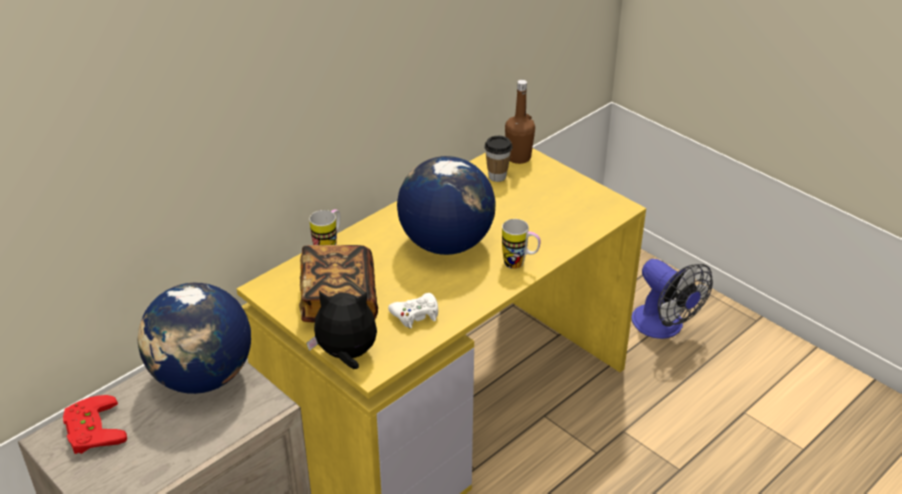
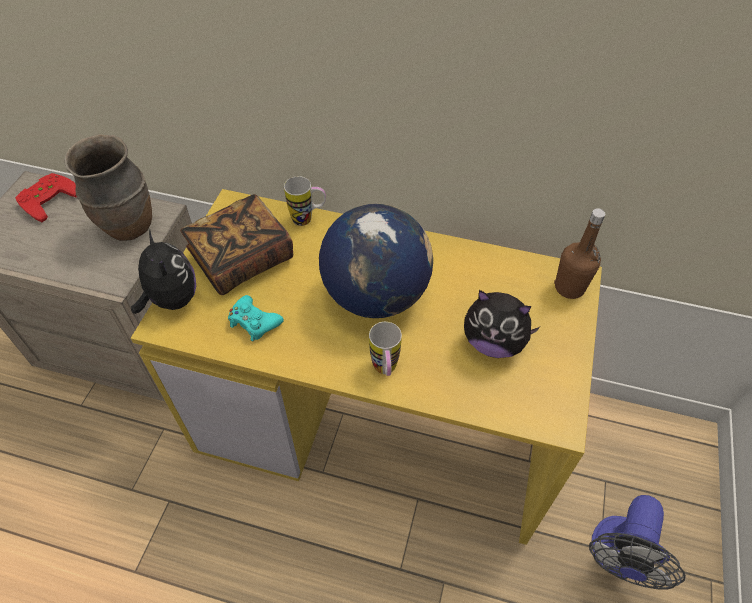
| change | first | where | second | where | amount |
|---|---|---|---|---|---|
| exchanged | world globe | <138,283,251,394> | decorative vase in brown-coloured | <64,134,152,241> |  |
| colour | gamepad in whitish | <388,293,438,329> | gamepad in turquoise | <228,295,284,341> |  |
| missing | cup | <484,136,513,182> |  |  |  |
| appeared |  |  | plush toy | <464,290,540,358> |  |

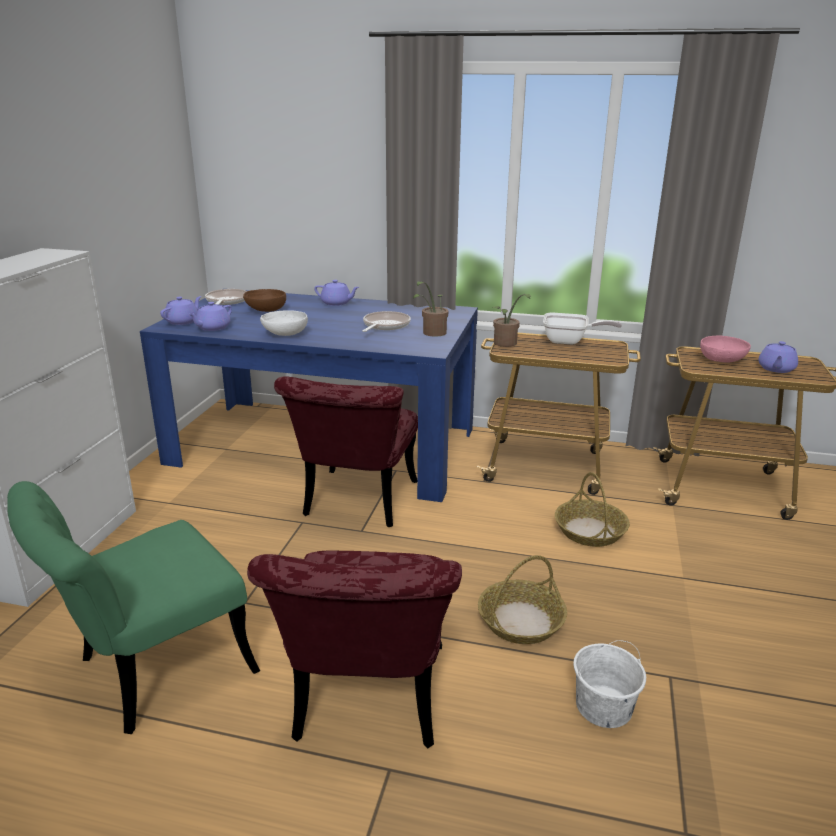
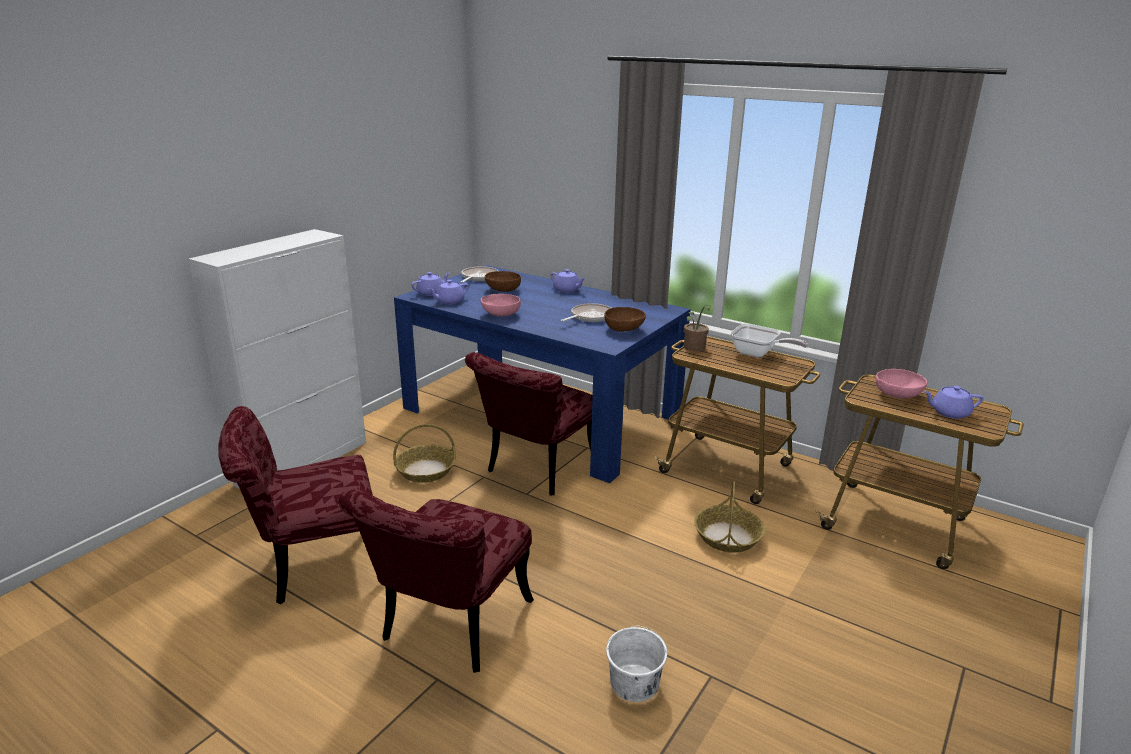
| change | first | where | second | where | amount |
|---|---|---|---|---|---|
| colour | chair in greenish | <7,481,260,734> | chair in red-coloured | <218,406,382,604> |  |
| colour | bowl in whitish | <260,310,308,336> | bowl in pink-coloured | <481,294,521,317> |  |
| exchanged | houseplant | <413,281,448,337> | bowl in brown-coloured | <604,307,646,332> |  |
| relocated | household basket | <478,555,567,644> |  | <393,424,456,483> |  |
| spun | tea pot in purple-coloured | <758,341,798,373> |  | <923,386,984,419> | 45 degrees clockwise |

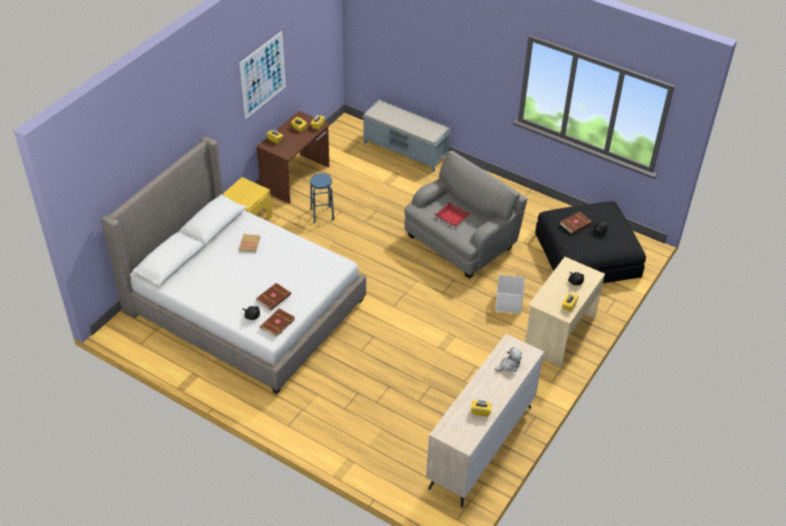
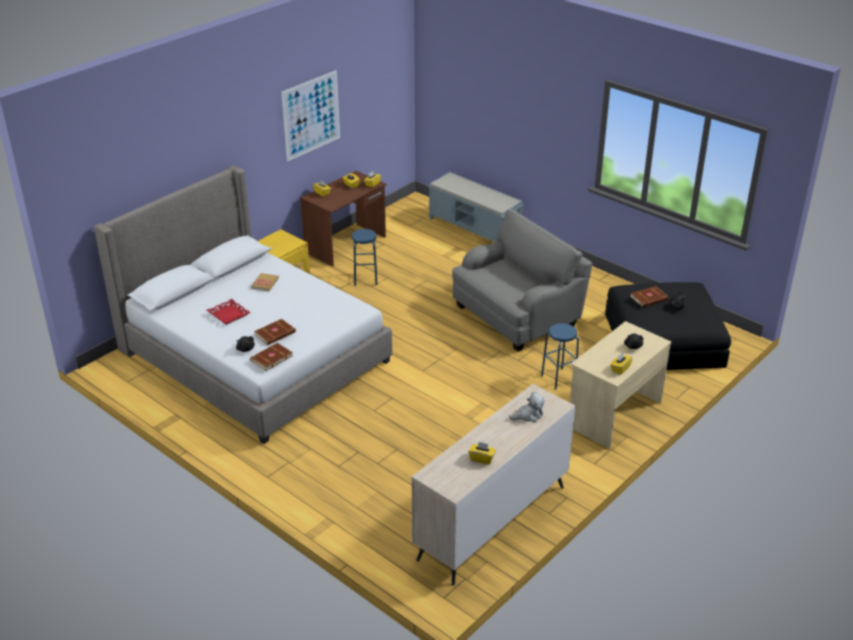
| change | first | where | second | where | amount |
|---|---|---|---|---|---|
| relocated | serving tray in red-coloured | <435,203,470,226> |  | <207,299,250,325> |  |
| exchanged | storage box in whitish | <495,275,525,314> | sitting stool in bluish | <541,323,579,390> |  |

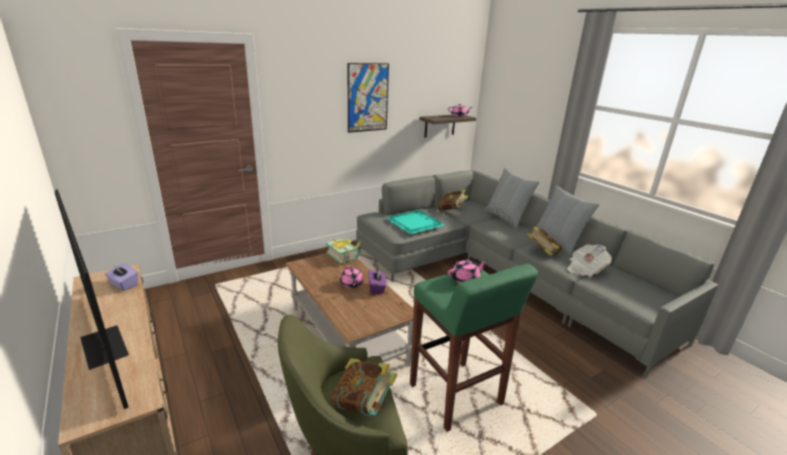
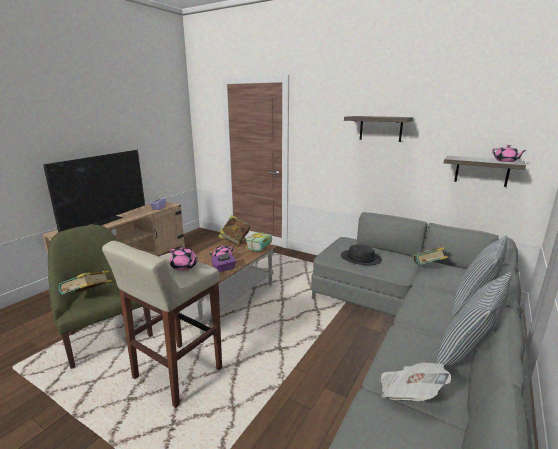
| change | first | where | second | where | amount |
|---|---|---|---|---|---|
| exchanged | wall picture | <348,63,389,133> | bracket shelf | <344,116,413,142> |  |
| exchanged | serving tray in turquoise | <386,210,445,234> | clothing hat in black-coloured | <341,245,382,265> |  |
| colour | sitting stool in greenish | <410,264,538,432> | sitting stool in sand-coloured | <102,241,222,408> |  |
| relocated | book | <527,227,563,256> |  | <218,215,250,245> |  |

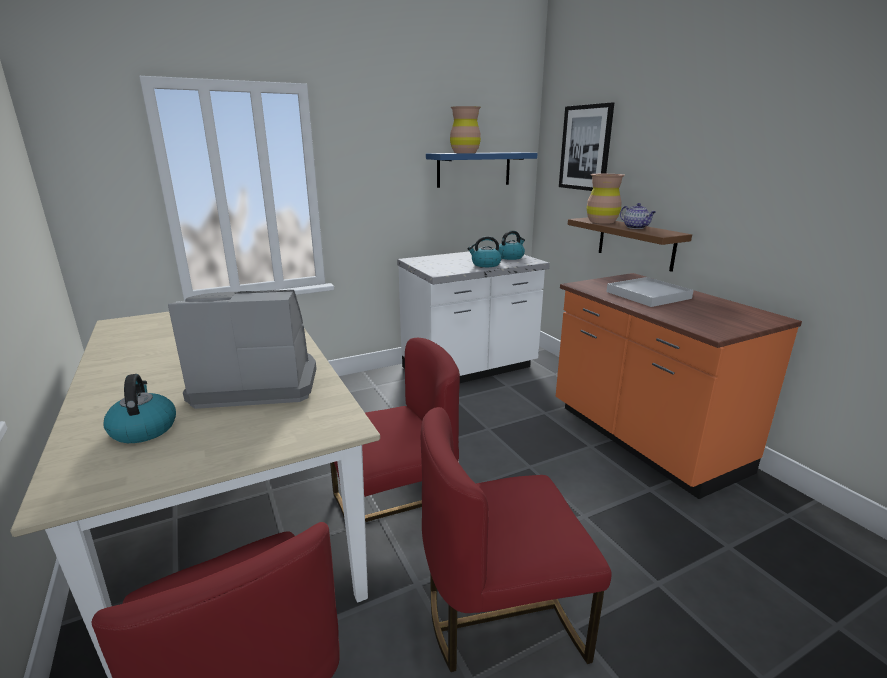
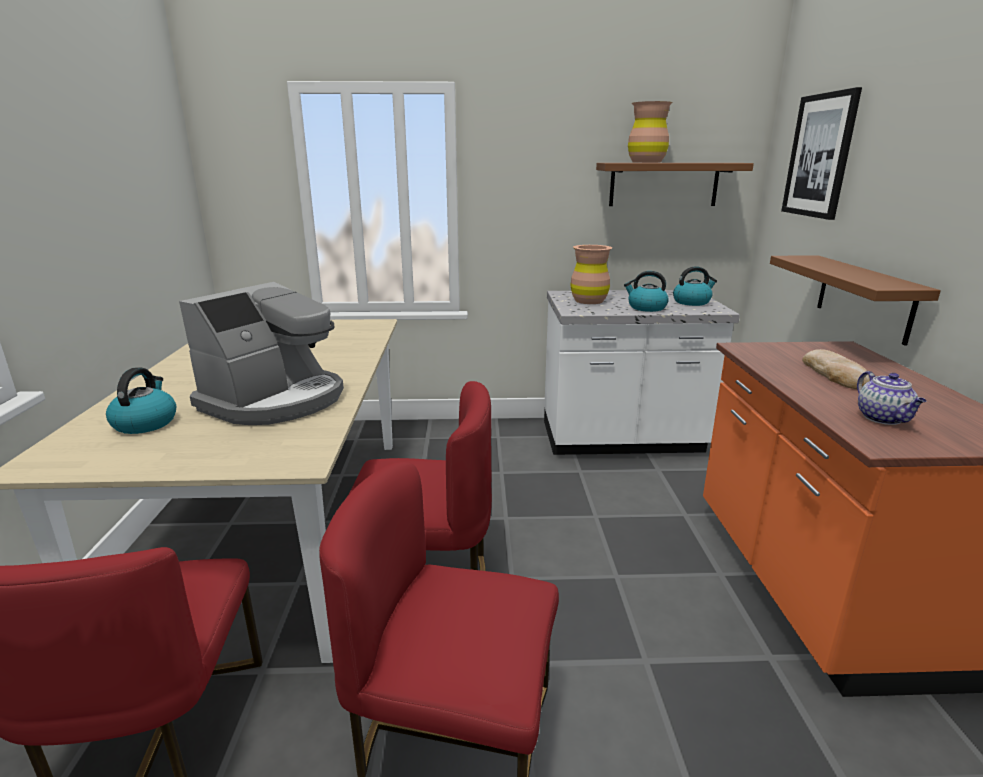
| change | first | where | second | where | amount |
|---|---|---|---|---|---|
| spun | coffee brewer | <168,290,317,409> |  | <179,282,344,425> | 105 degrees clockwise |
| colour | bracket shelf in bluish | <426,152,538,188> | bracket shelf in brown-coloured | <596,163,754,206> |  |
| relocated | decorative vase in brown-coloured | <587,174,624,224> |  | <570,245,612,304> |  |
| exchanged | serving tray in whitish | <606,277,694,307> | bread | <802,349,870,389> |  |
| relocated | tea pot | <620,203,656,229> |  | <857,371,926,425> |  |

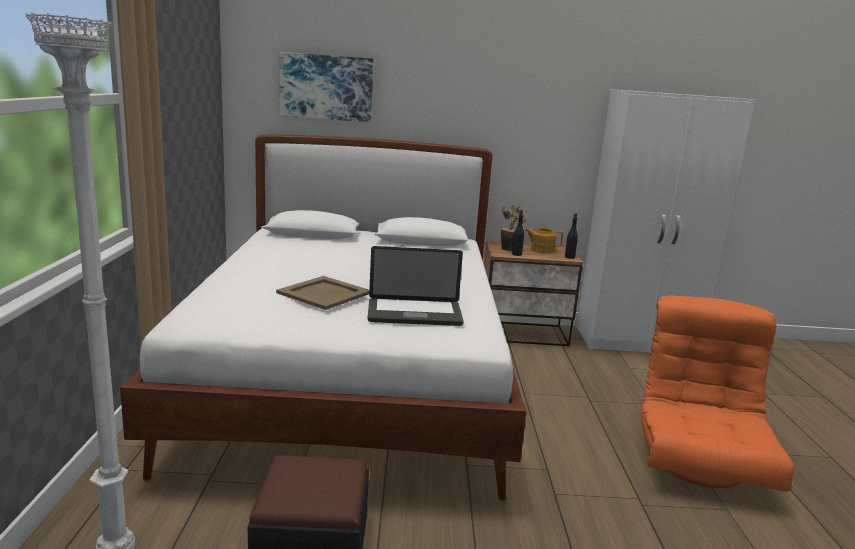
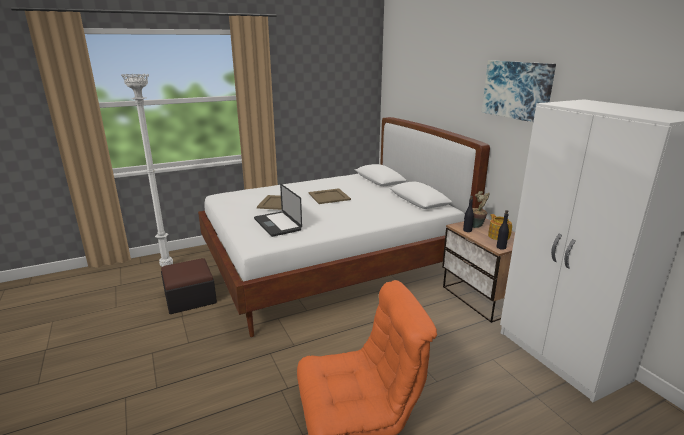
| change | first | where | second | where | amount |
|---|---|---|---|---|---|
| relocated | wall picture | <280,52,374,122> |  | <482,60,556,122> |  |
| appeared |  |  | serving tray in sand-coloured | <309,188,351,204> |  |

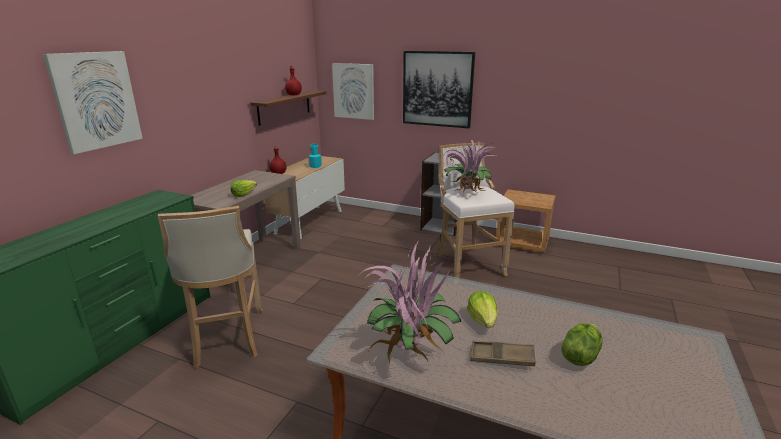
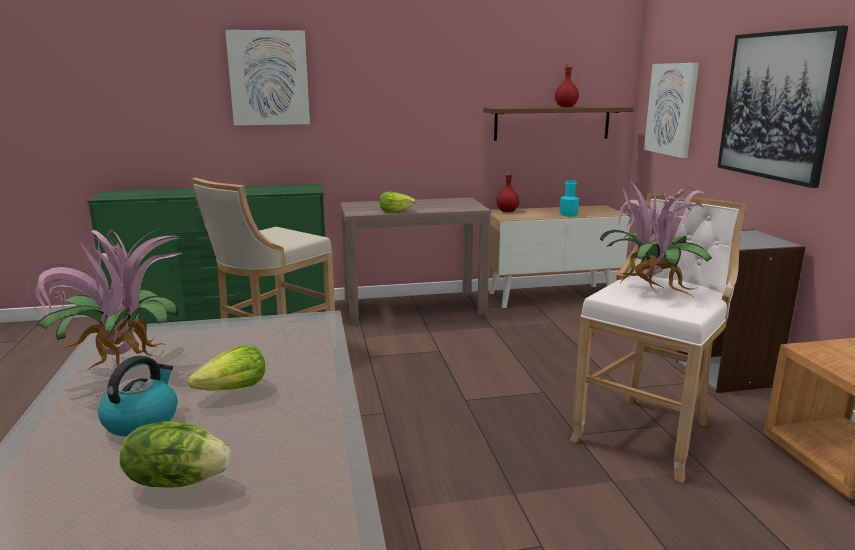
| change | first | where | second | where | amount |
|---|---|---|---|---|---|
| exchanged | serving tray in brown-coloured | <471,341,535,366> | tea kettle | <98,356,178,437> |  |

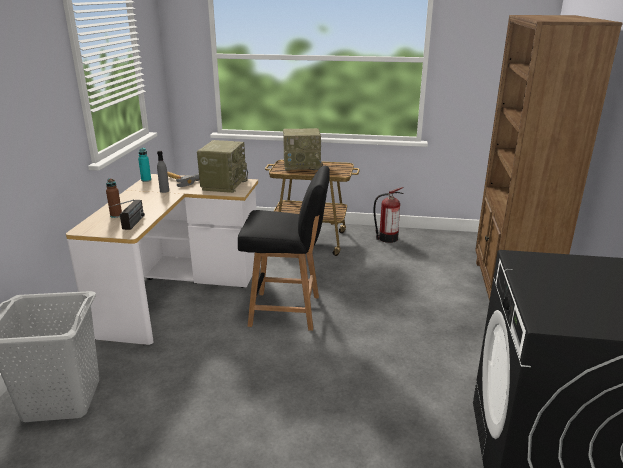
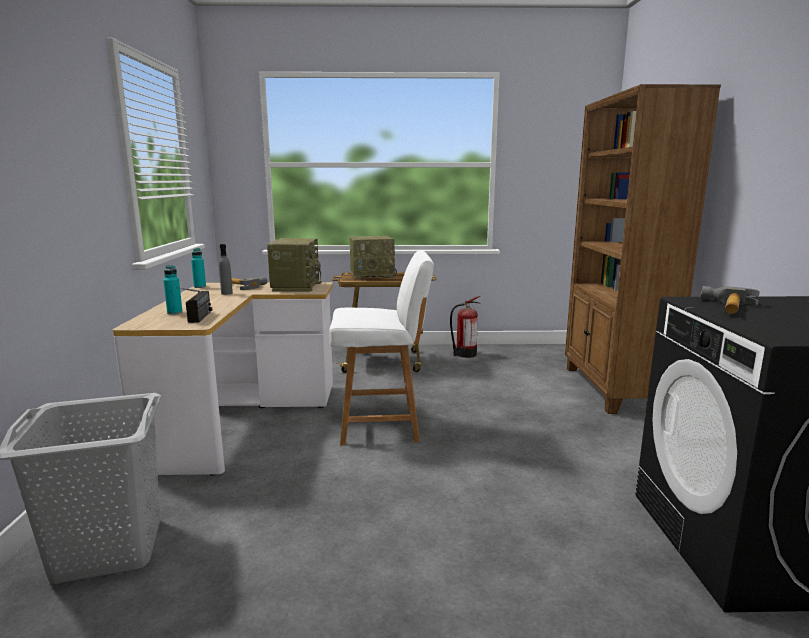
| change | first | where | second | where | amount |
|---|---|---|---|---|---|
| colour | beverage bottle in brown-coloured | <106,178,122,218> | beverage bottle in turquoise | <163,265,183,315> |  |
| colour | chair in black-coloured | <238,166,330,331> | chair in whitish | <329,250,434,445> |  |
| appeared |  |  | hand hammer | <701,286,760,314> |  |

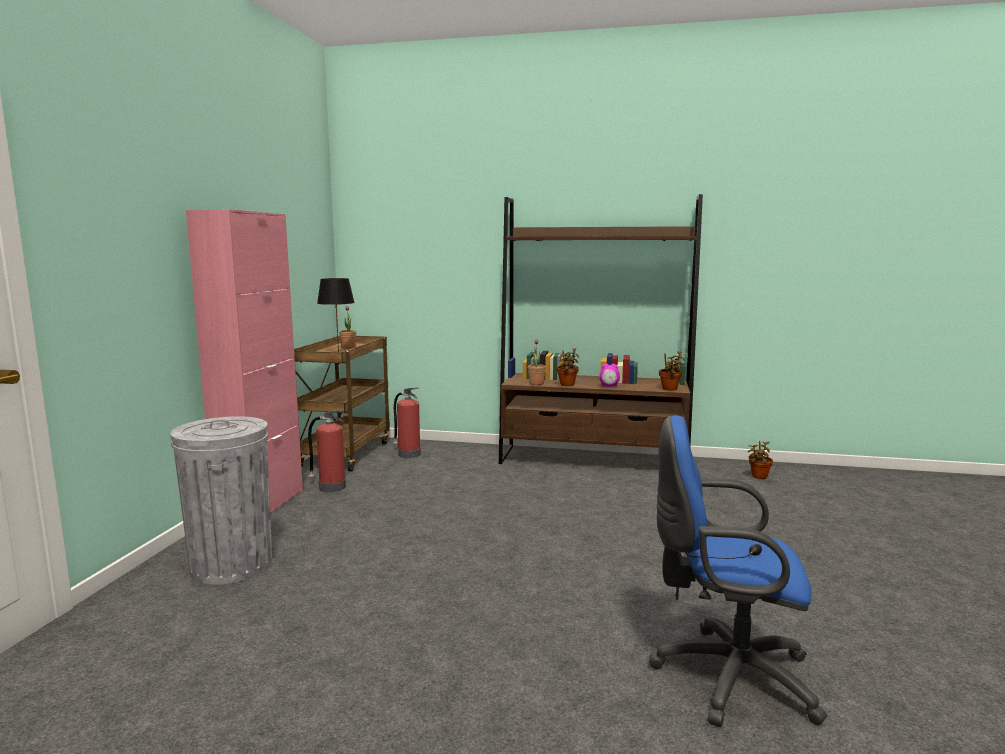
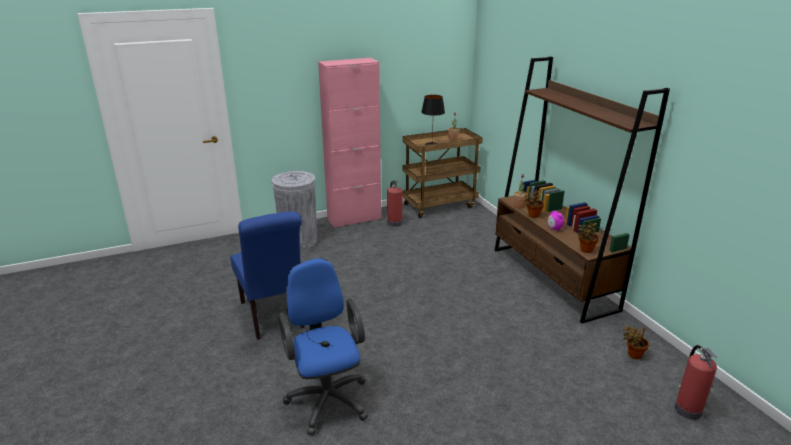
| change | first | where | second | where | amount |
|---|---|---|---|---|---|
| relocated | extinguisher | <393,387,421,458> |  | <674,345,717,420> |  |
| appeared |  |  | chair in bluish | <230,212,305,340> |  |

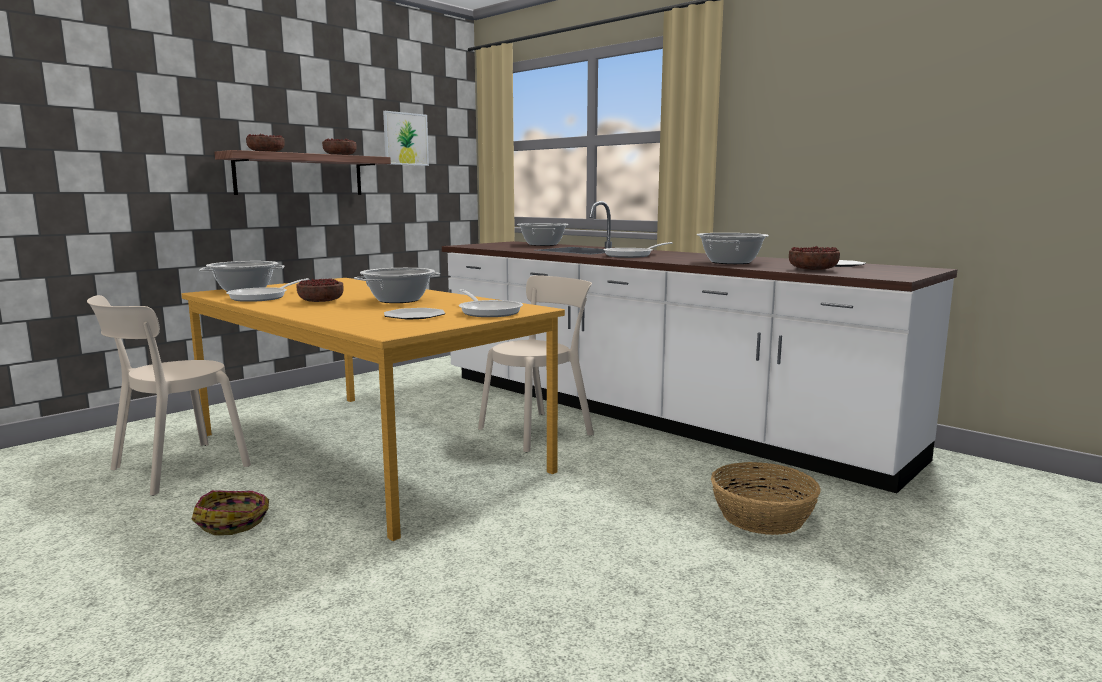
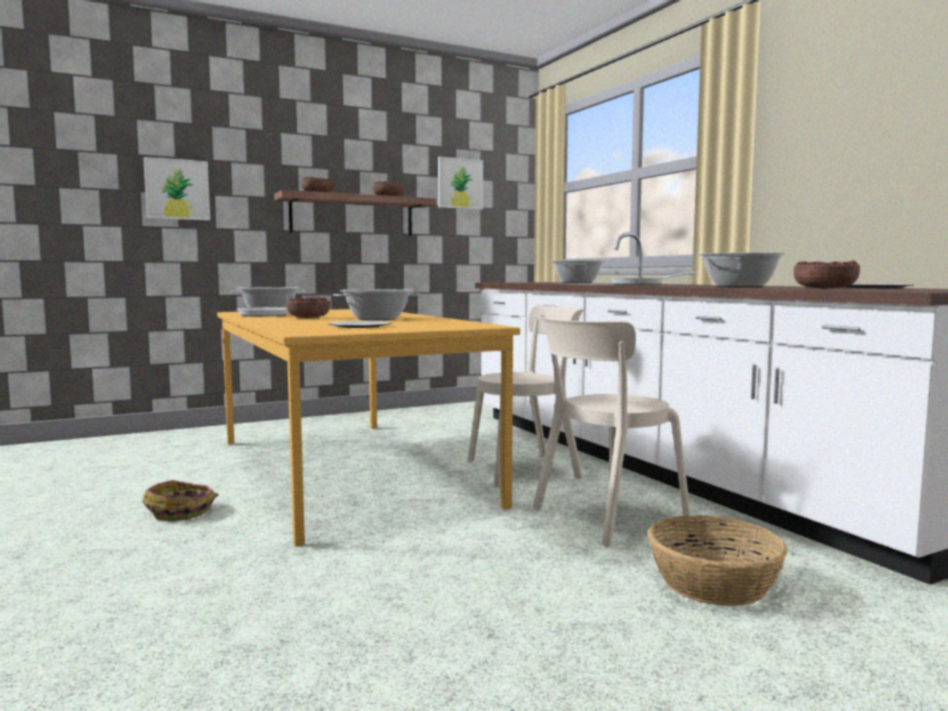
| change | first | where | second | where | amount |
|---|---|---|---|---|---|
| relocated | chair in sand-coloured | <87,295,251,496> |  | <533,315,691,547> |  |
| missing | frying pan | <459,289,523,317> |  |  |  |
| appeared |  |  | wall picture | <143,157,210,220> |  |

